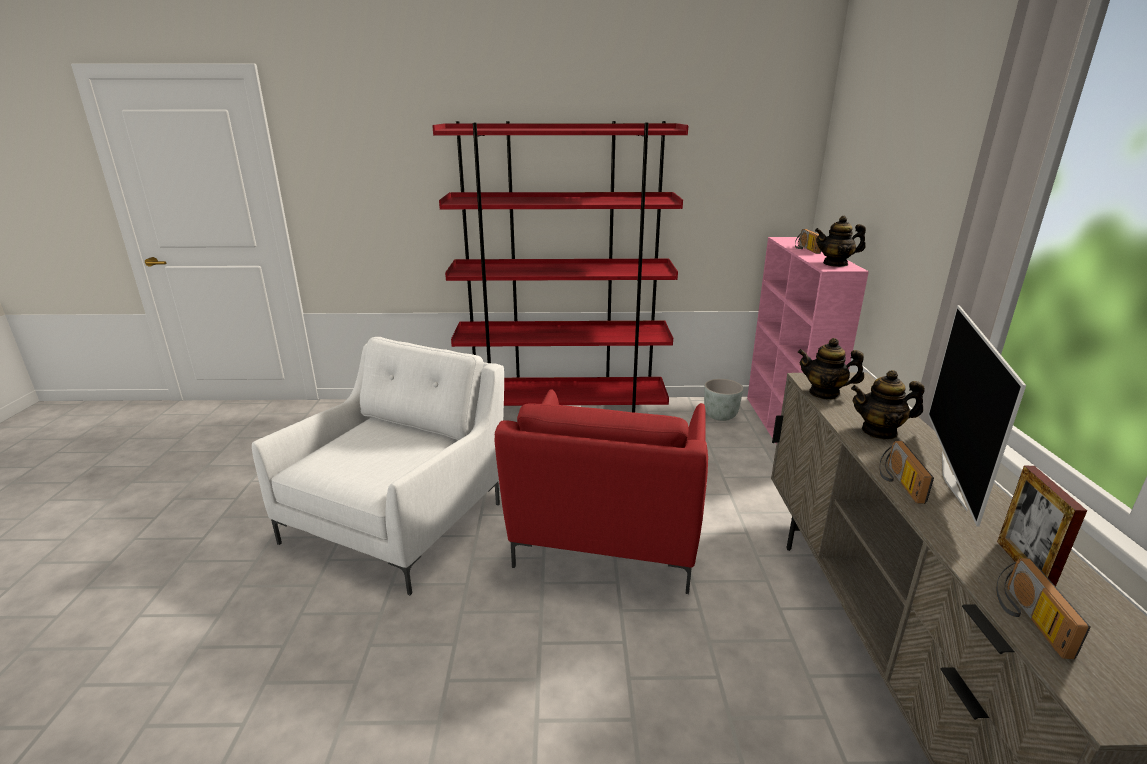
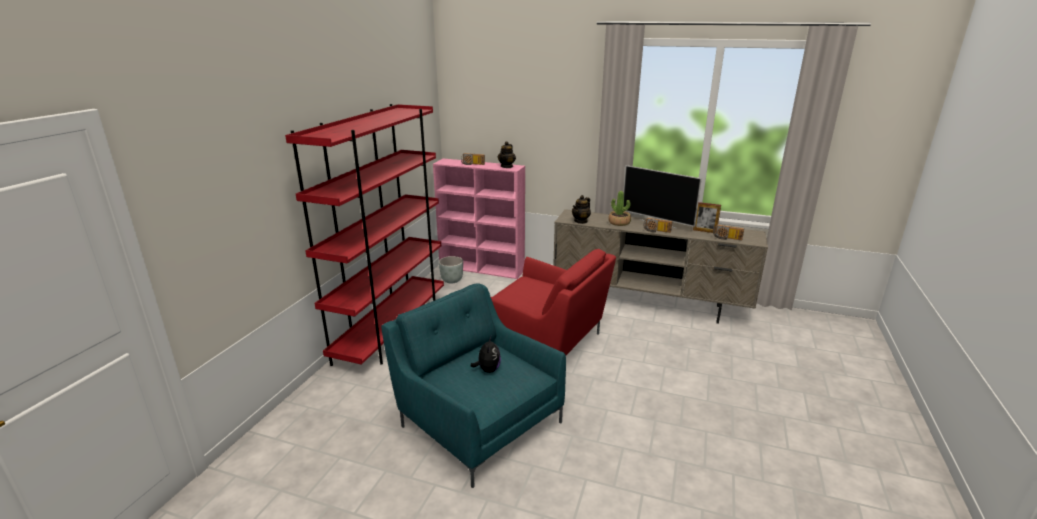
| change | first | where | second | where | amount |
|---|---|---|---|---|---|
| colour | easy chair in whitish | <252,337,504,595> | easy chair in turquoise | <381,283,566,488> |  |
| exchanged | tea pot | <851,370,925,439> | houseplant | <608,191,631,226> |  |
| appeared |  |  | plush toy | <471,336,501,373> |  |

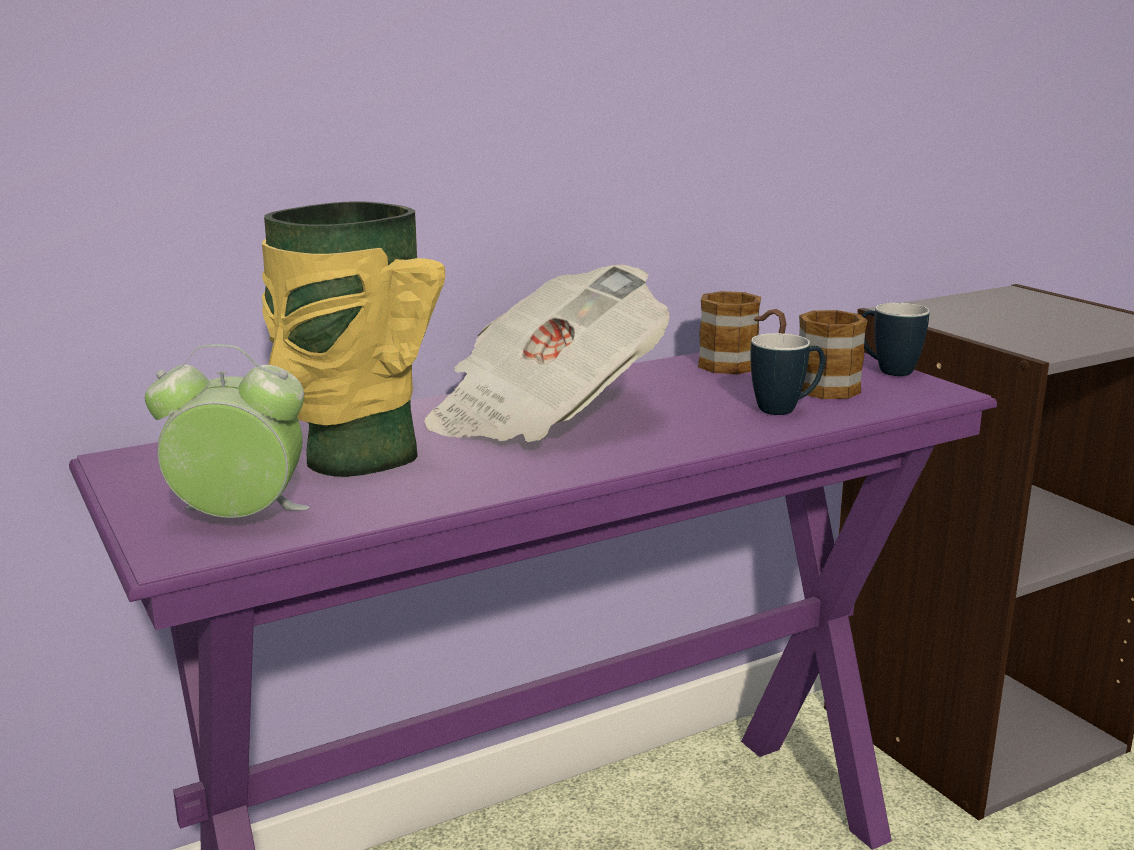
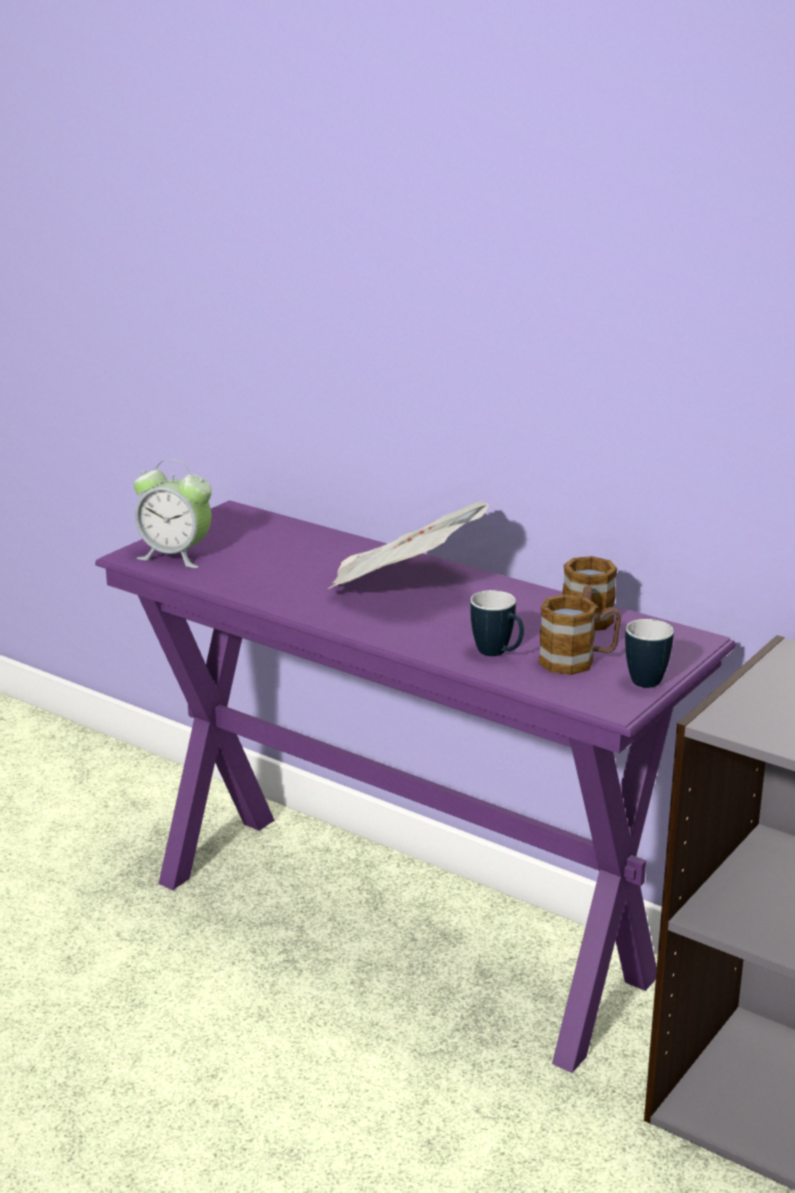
| change | first | where | second | where | amount |
|---|---|---|---|---|---|
| spun | bedside clock | <145,344,310,518> |  | <134,459,212,568> | 135 degrees clockwise |
| missing | decorative vase | <262,201,445,477> |  |  |  |

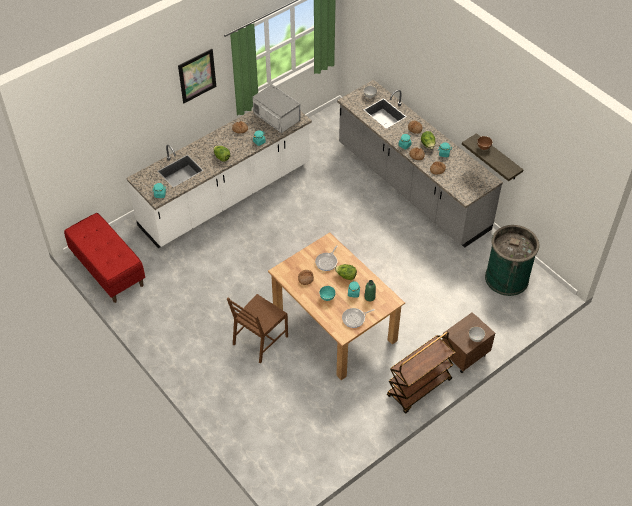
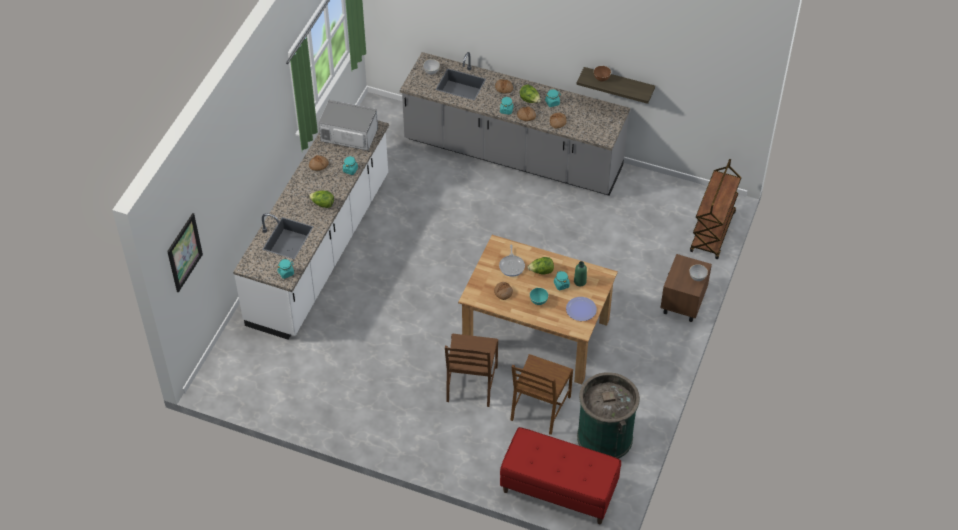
| change | first | where | second | where | amount |
|---|---|---|---|---|---|
| relocated | long seat in red-coloured | <64,213,145,303> |  | <500,427,621,524> |  |
| relocated | wall picture | <178,49,216,103> |  | <167,213,203,292> |  |
| exchanged | frying pan | <342,308,375,328> | plate | <566,297,597,321> |  |
| relocated | wheeled cart in brown-coloured | <387,332,456,414> |  | <690,159,741,259> |  |
| relocated | waste bin in greenish | <485,225,539,296> |  | <577,372,640,459> |  |
| appeared |  |  | chair in brown-coloured | <511,354,573,435> |  |

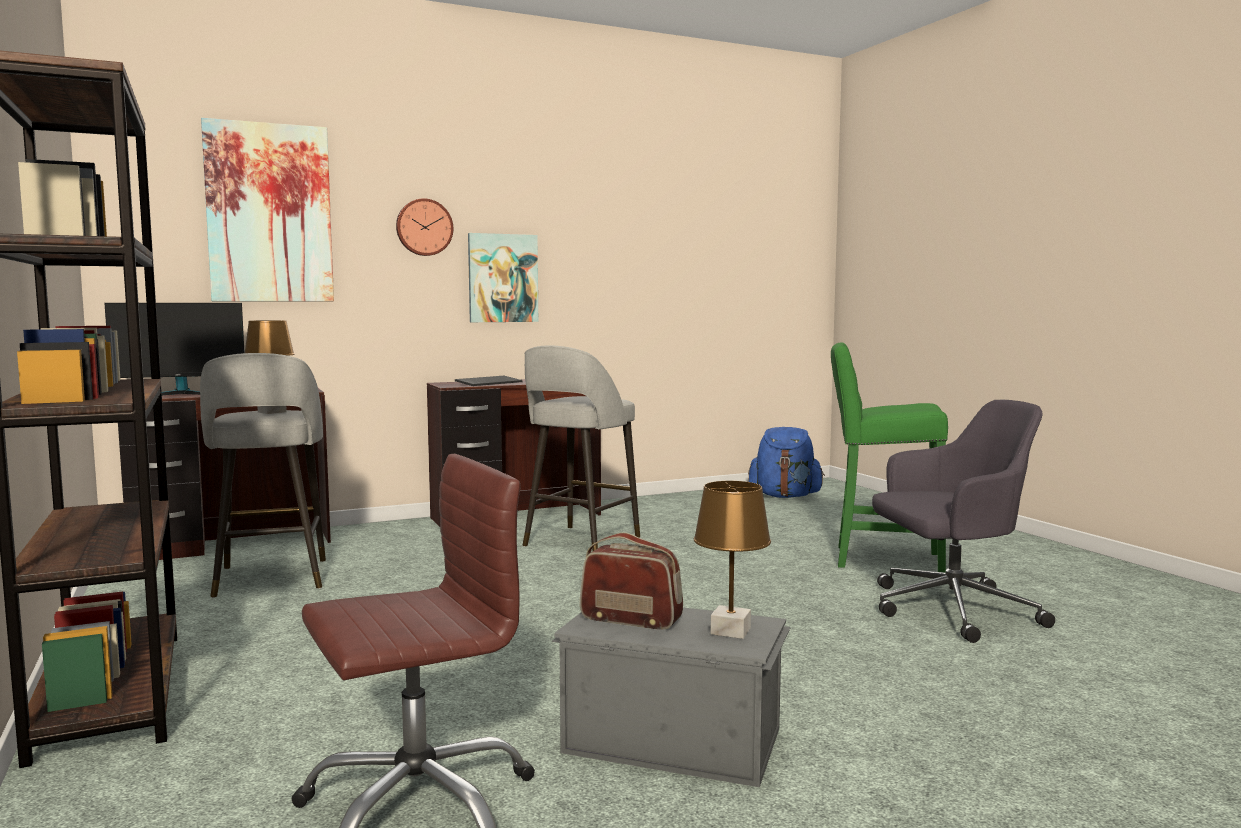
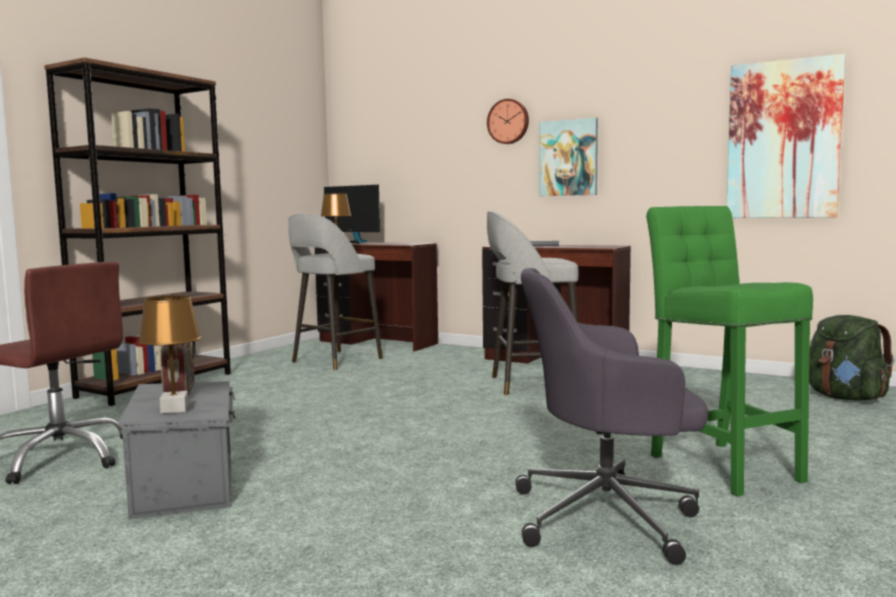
| change | first | where | second | where | amount |
|---|---|---|---|---|---|
| relocated | wall picture | <201,118,334,302> |  | <727,54,846,218> |  |
| colour | rucksack in bluish | <748,427,825,498> | rucksack in greenish | <809,315,895,401> |  |
| spun | computer chair in gray | <872,400,1055,643> |  | <515,268,708,565> | 135 degrees clockwise |

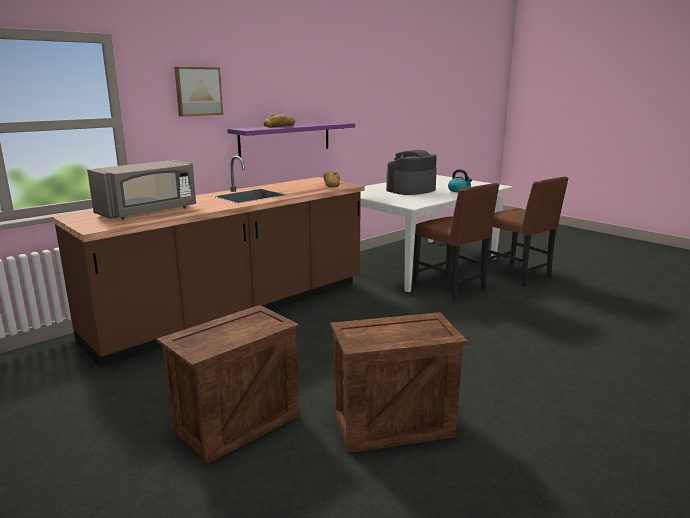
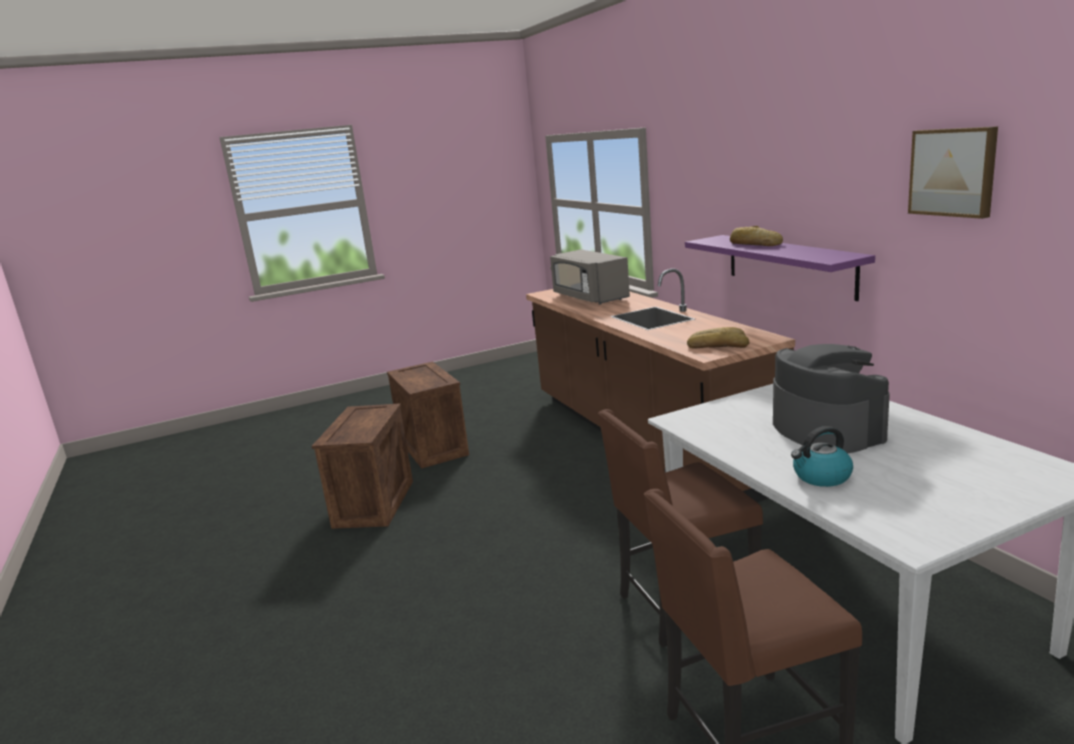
| change | first | where | second | where | amount |
|---|---|---|---|---|---|
| relocated | wall picture | <174,67,223,117> |  | <908,126,998,219> |  |

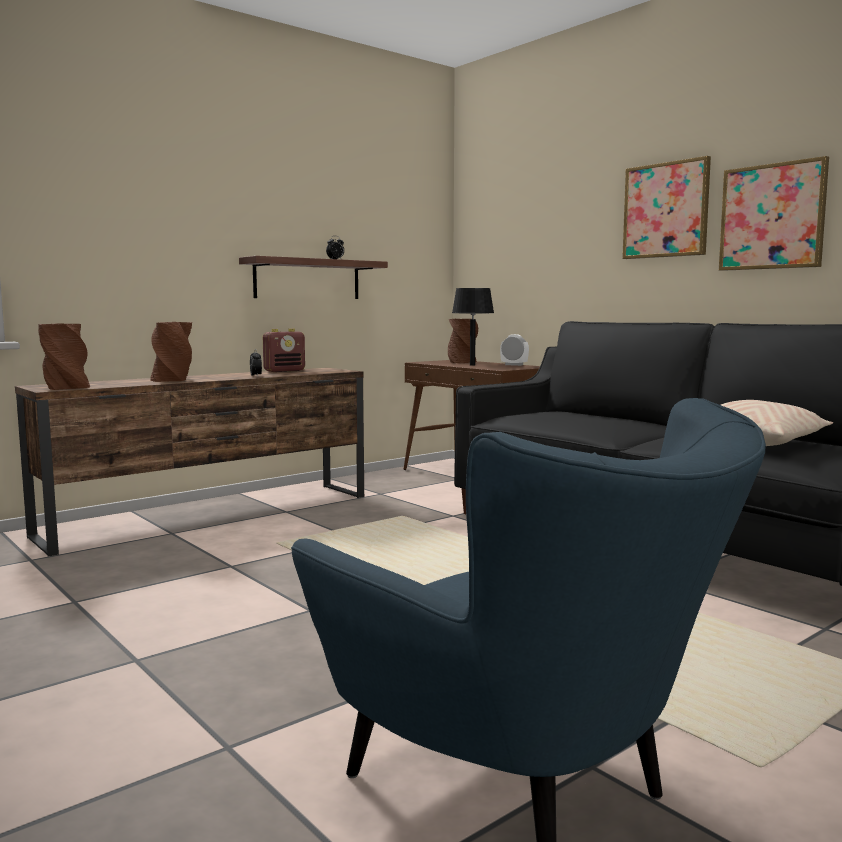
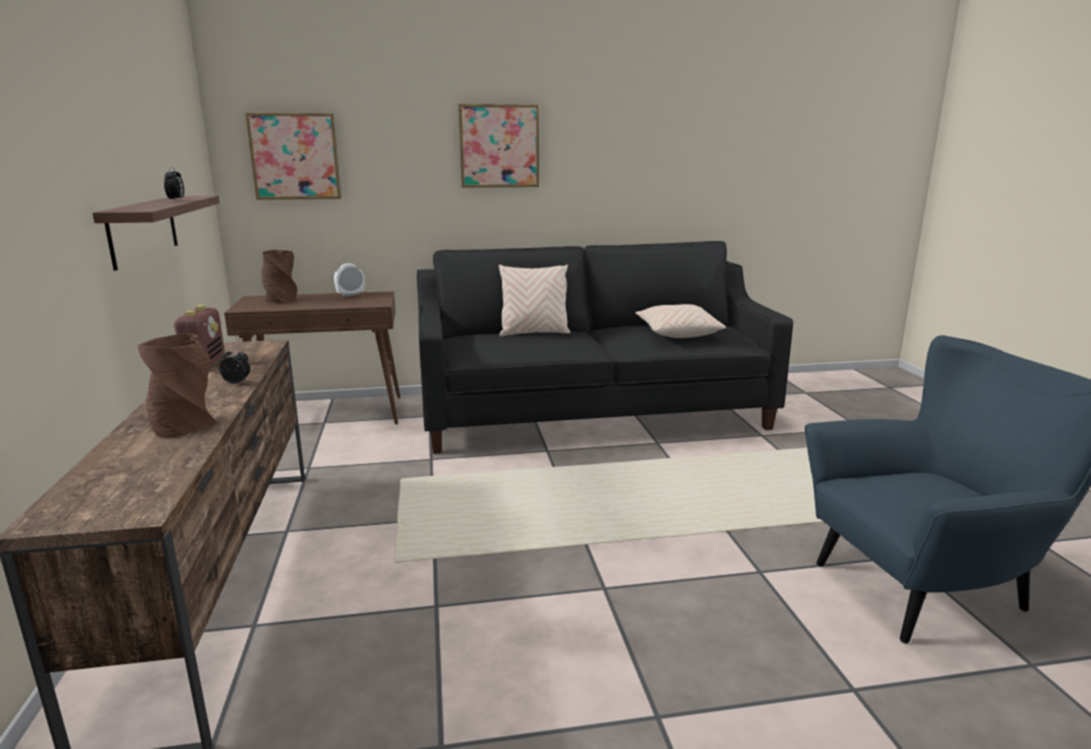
| change | first | where | second | where | amount |
|---|---|---|---|---|---|
| missing | decorative vase in brown-coloured | <38,323,90,390> |  |  |  |
| missing | lamp for a table in black-coloured | <452,288,494,366> |  |  |  |
| relocated | wall picture | <719,156,829,271> |  | <245,113,341,200> |  |
| appeared |  |  | pillow in sand-coloured | <499,265,570,337> |  |

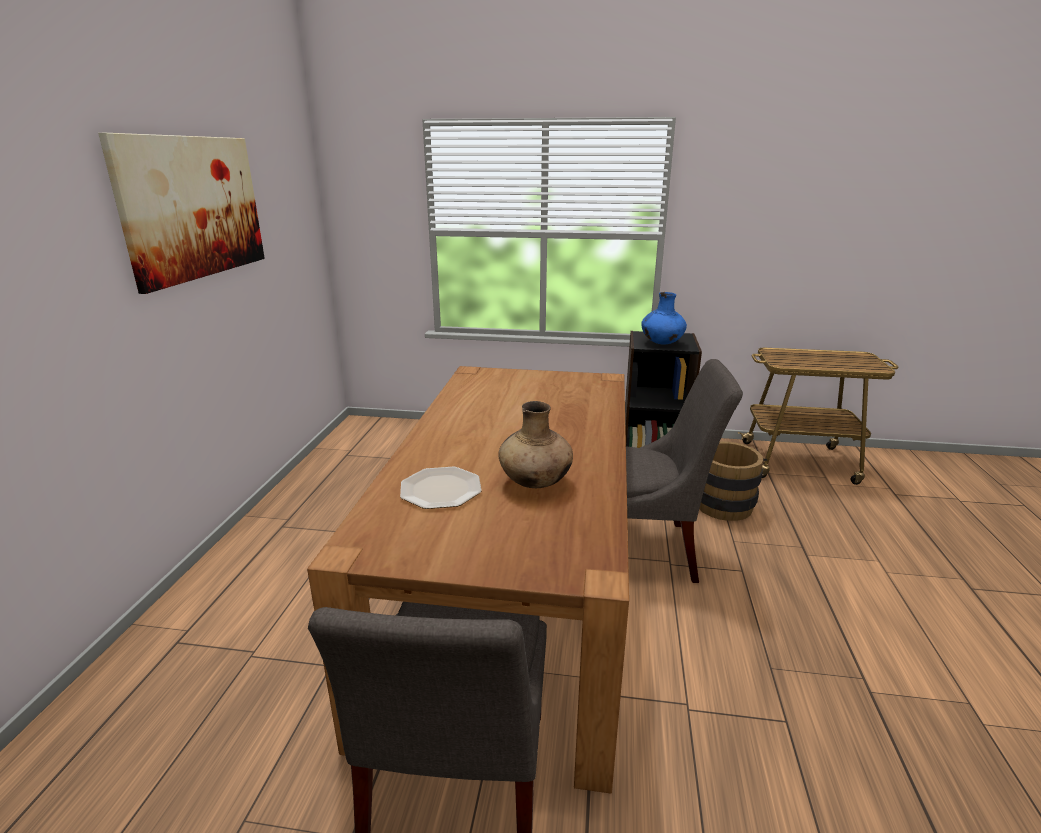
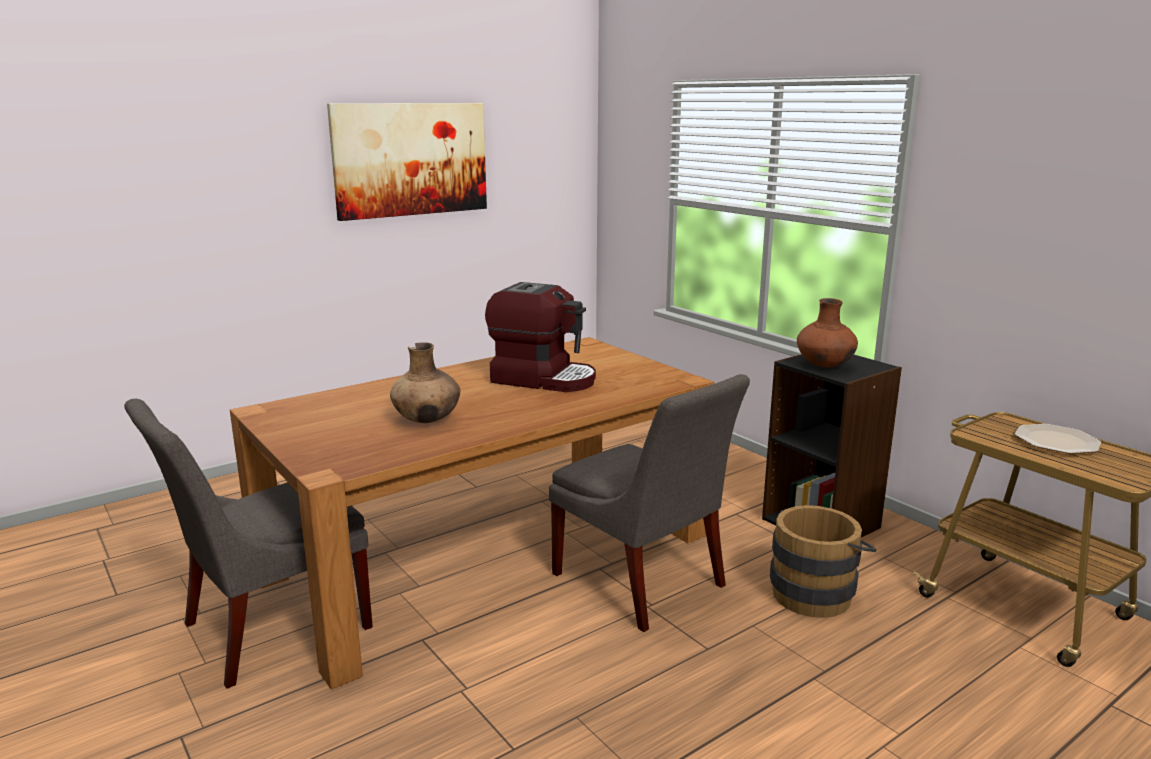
| change | first | where | second | where | amount |
|---|---|---|---|---|---|
| relocated | plate | <400,467,482,509> |  | <1015,424,1101,454> |  |
| colour | decorative vase in bluish | <641,292,687,344> | decorative vase in brown-coloured | <797,298,858,367> |  |
| appeared |  |  | coffee brewer | <485,282,596,392> |  |

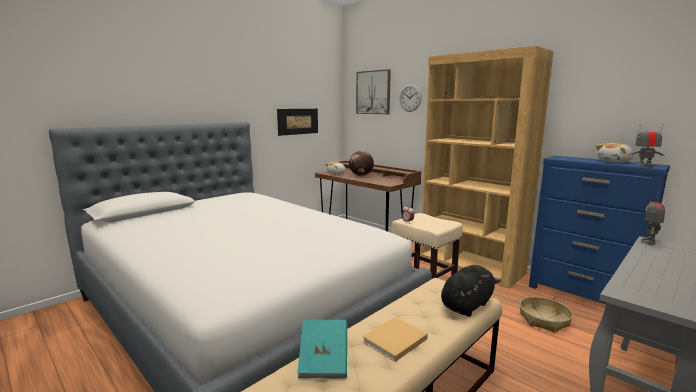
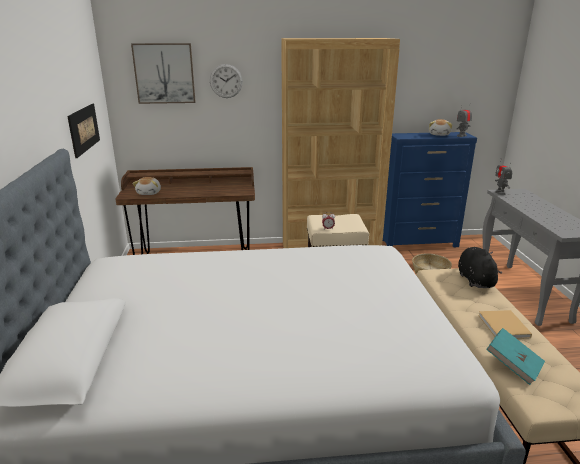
| change | first | where | second | where | amount |
|---|---|---|---|---|---|
| missing | world globe | <349,151,374,176> |  |  |  |

